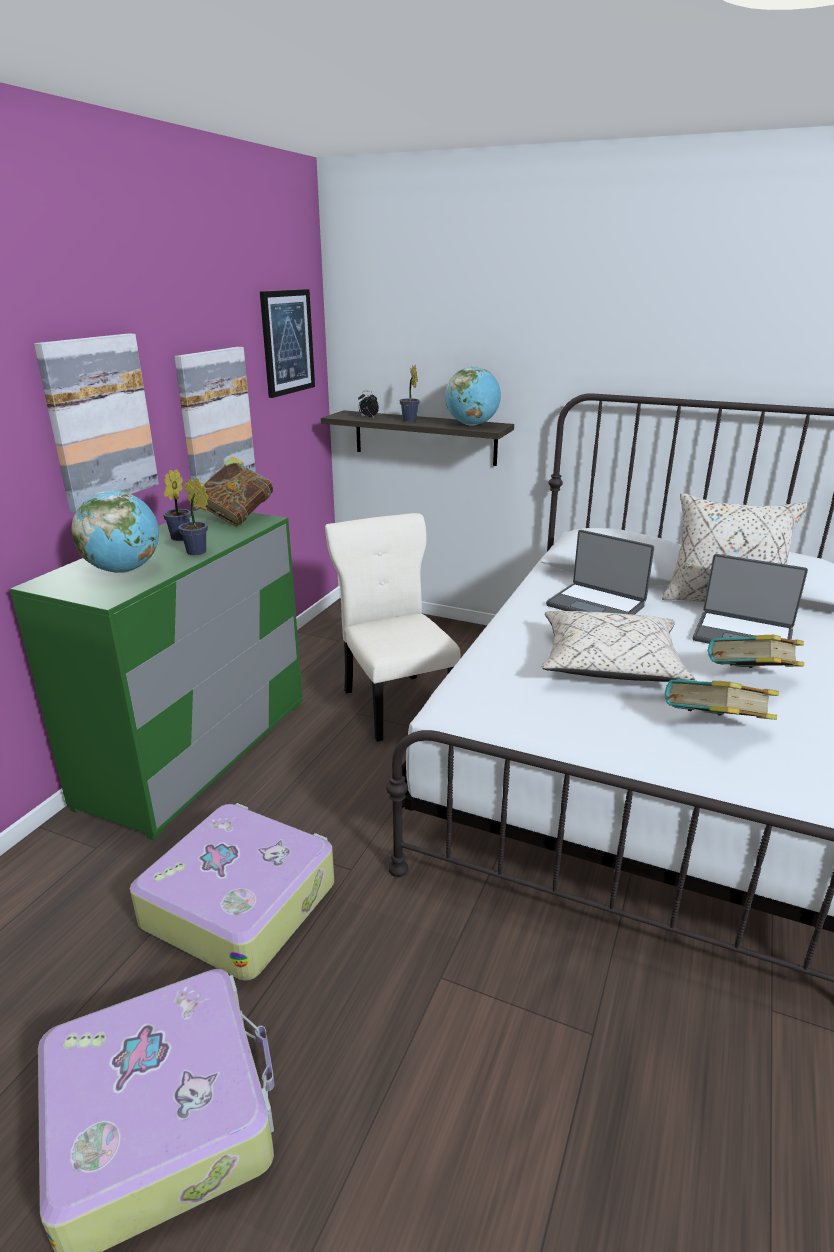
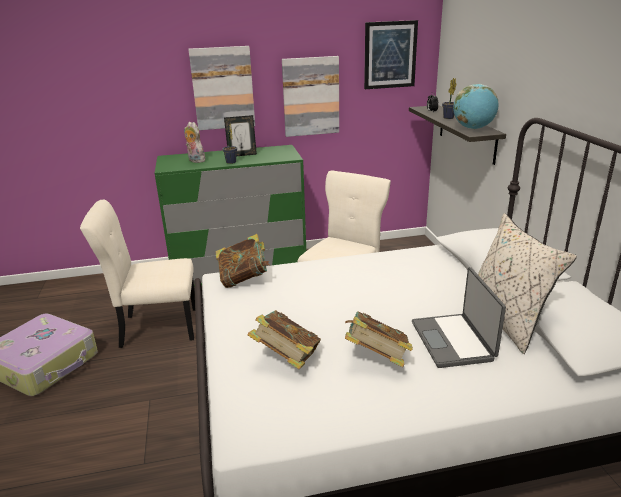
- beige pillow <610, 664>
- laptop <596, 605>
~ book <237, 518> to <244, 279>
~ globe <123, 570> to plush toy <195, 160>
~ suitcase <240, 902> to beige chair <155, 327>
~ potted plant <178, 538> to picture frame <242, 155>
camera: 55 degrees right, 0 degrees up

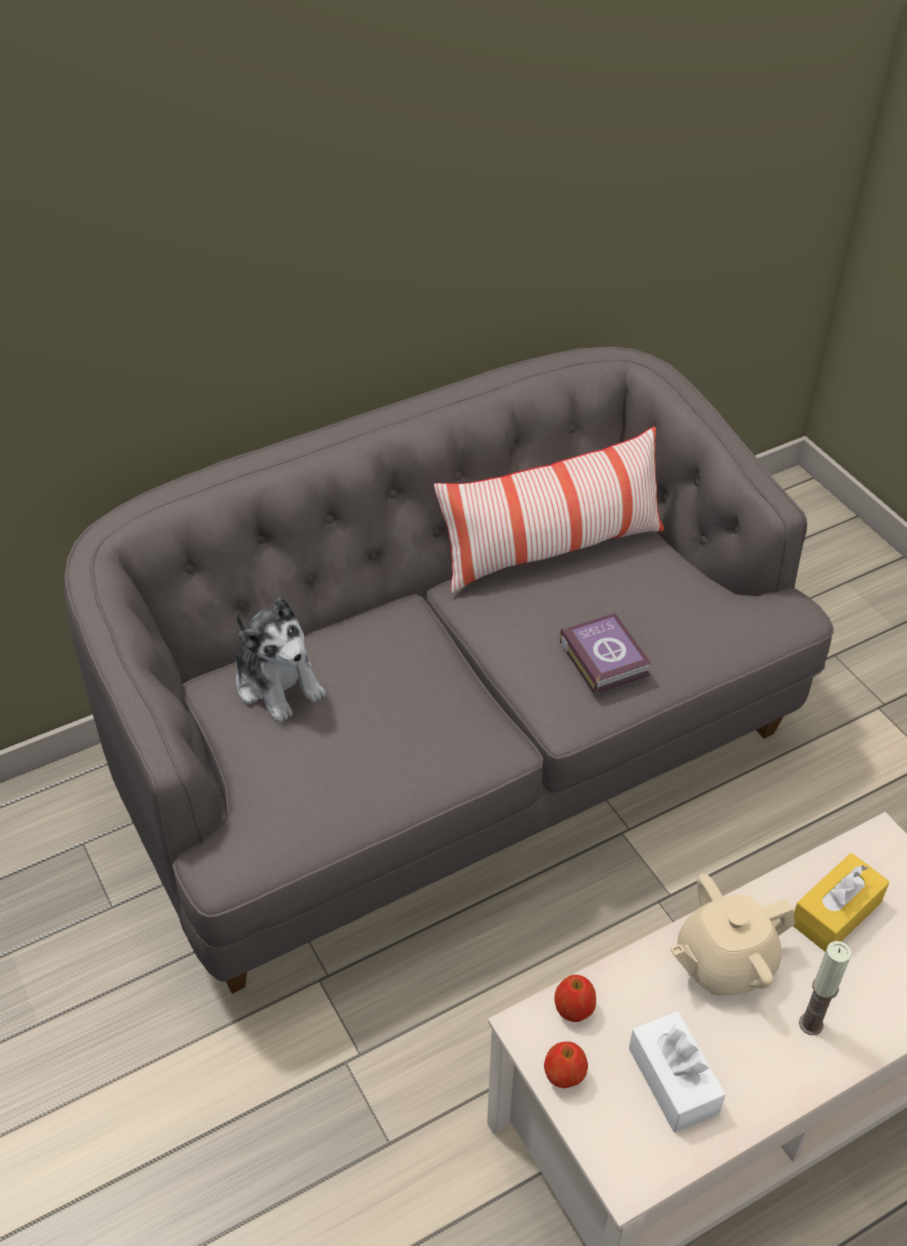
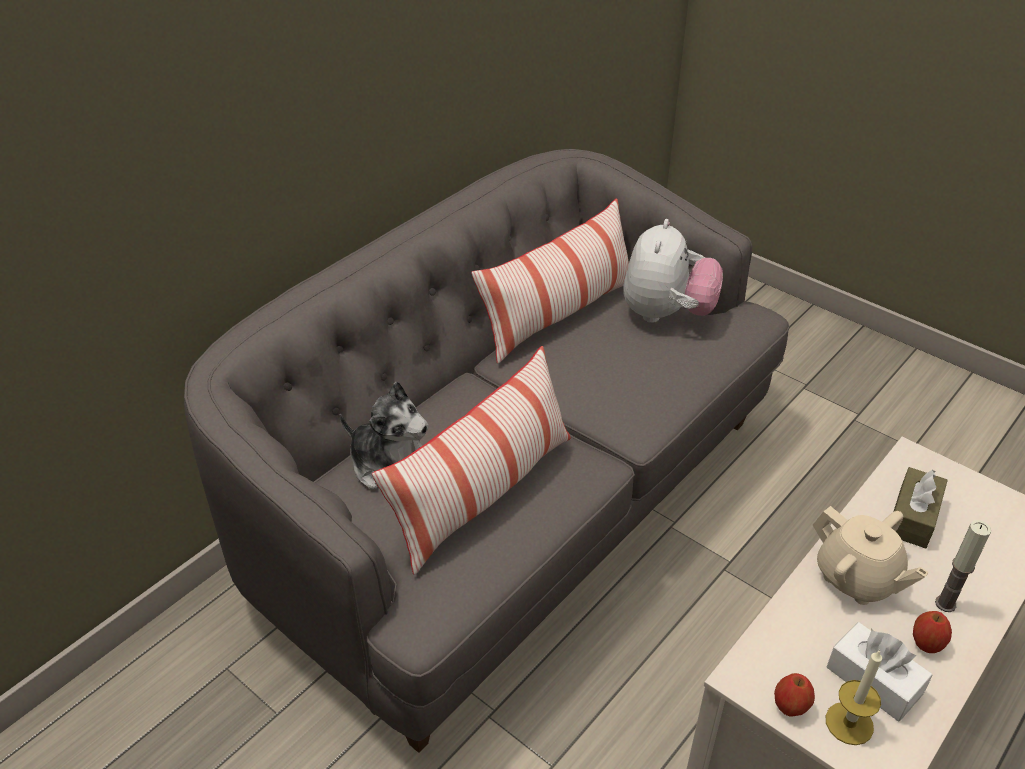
- book <604, 657>
+ pillow <483, 494>
+ plush toy <666, 314>
+ candle <849, 723>
~ apple <574, 1009> to <926, 644>
~ yellow tissue box <835, 913> to brown tissue box <913, 517>
~ beige teapot <724, 962> = <857, 578> 90 degrees counterclockwise
camera: 20 degrees left, 5 degrees down

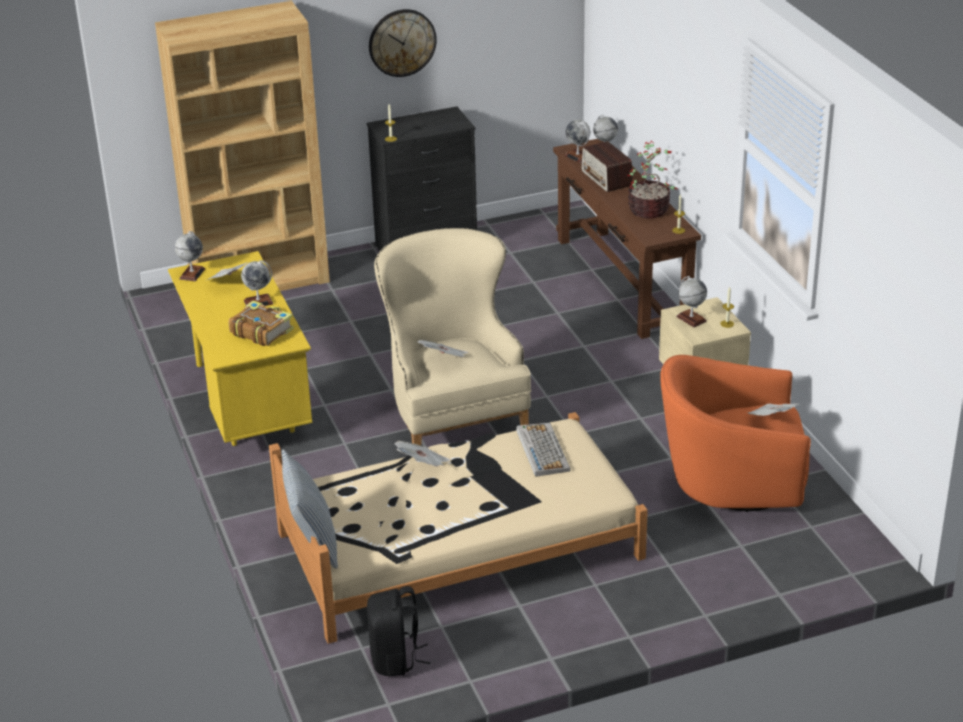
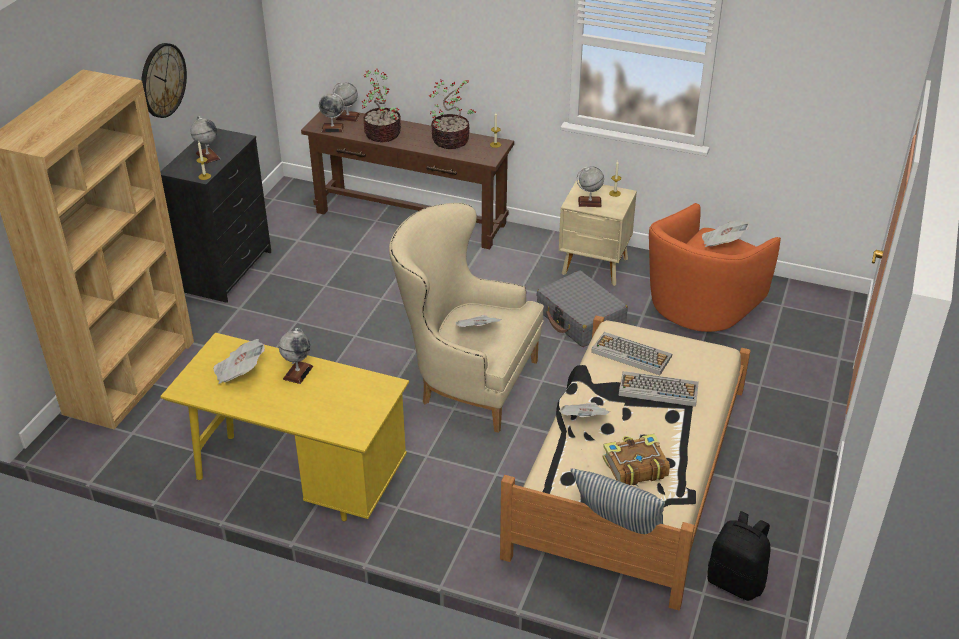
+ grey suitcase <580, 319>
+ keyboard <657, 390>
~ globe <192, 274> to <208, 156>
~ book <261, 331> to <634, 467>
~ radio <606, 178> to potted plant <382, 133>
camera: 50 degrees left, 5 degrees up

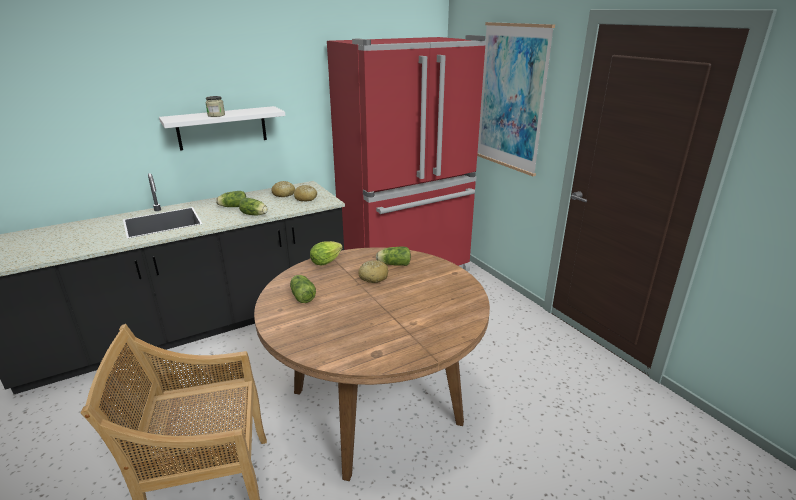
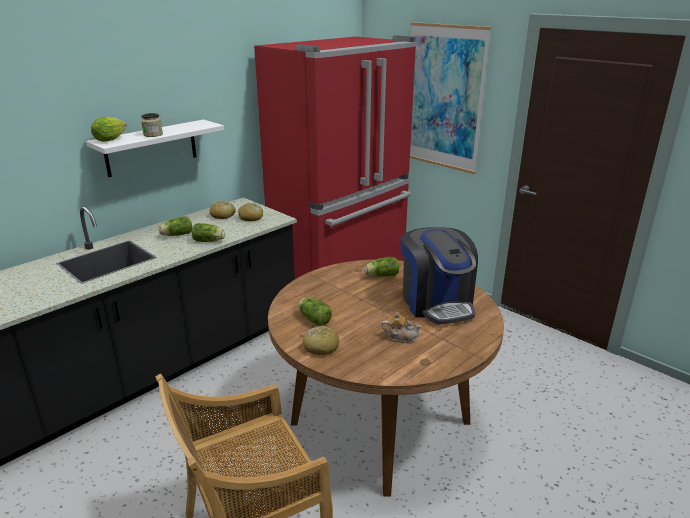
+ teapot <401, 337>
+ coffee machine <436, 303>
~ lettuce <327, 261> to <112, 139>
~ bread <373, 277> to <321, 346>
camera: 15 degrees left, 0 degrees up

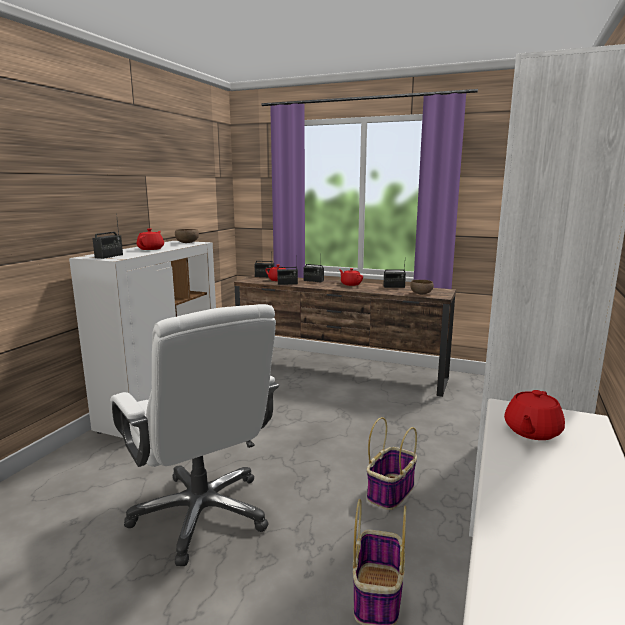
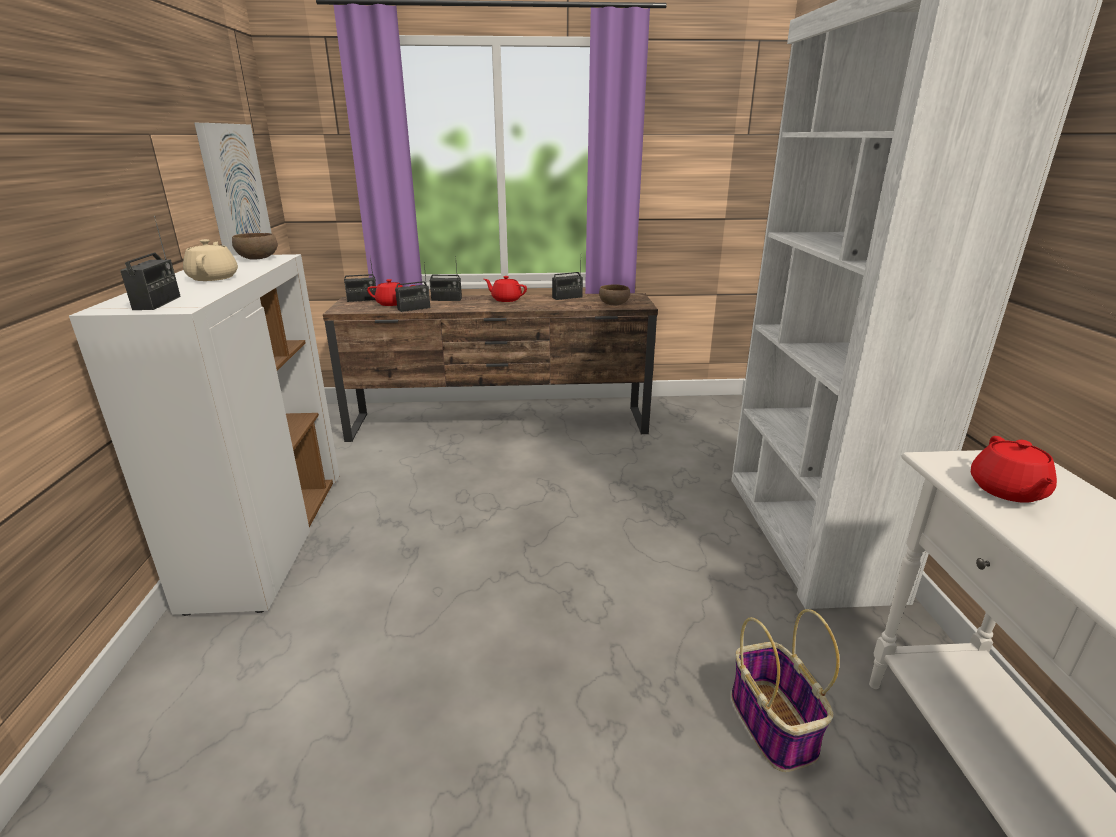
- white office chair <202, 513>
- basket <391, 491>
+ picture <235, 193>
~ red teapot <151, 249> to beige teapot <214, 278>
camera: 25 degrees left, 10 degrees up

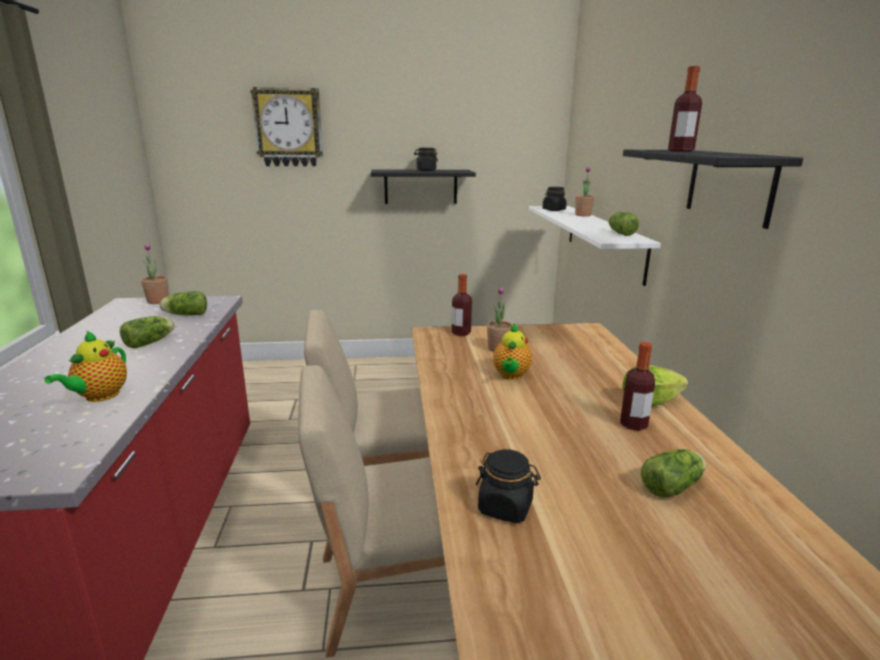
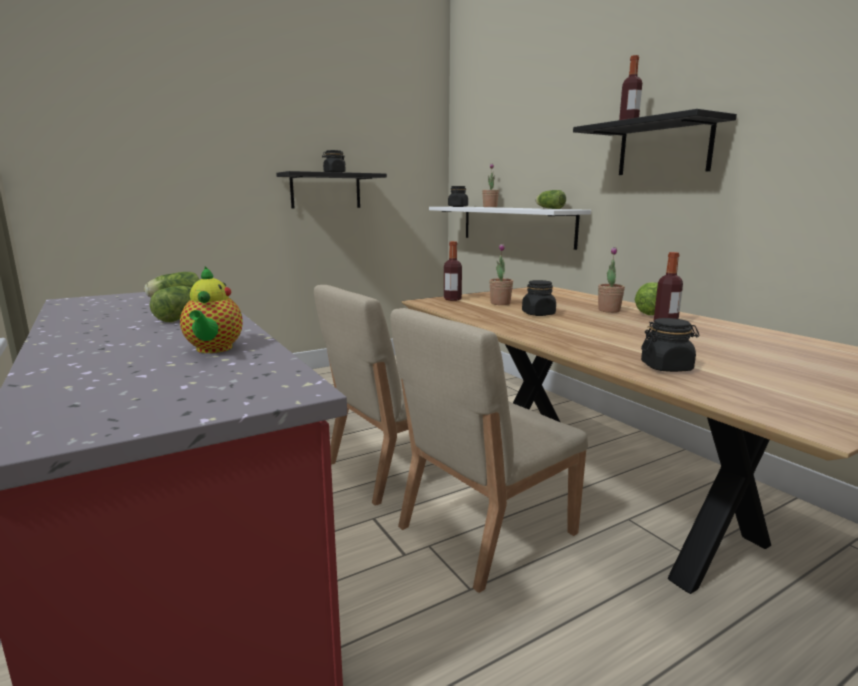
- wall clock <288, 127>
- lettuce <673, 486>
~ potted plant <158, 301> to <609, 310>
~ teapot <511, 376> to black jar <538, 314>
camera: 25 degrees left, 5 degrees down

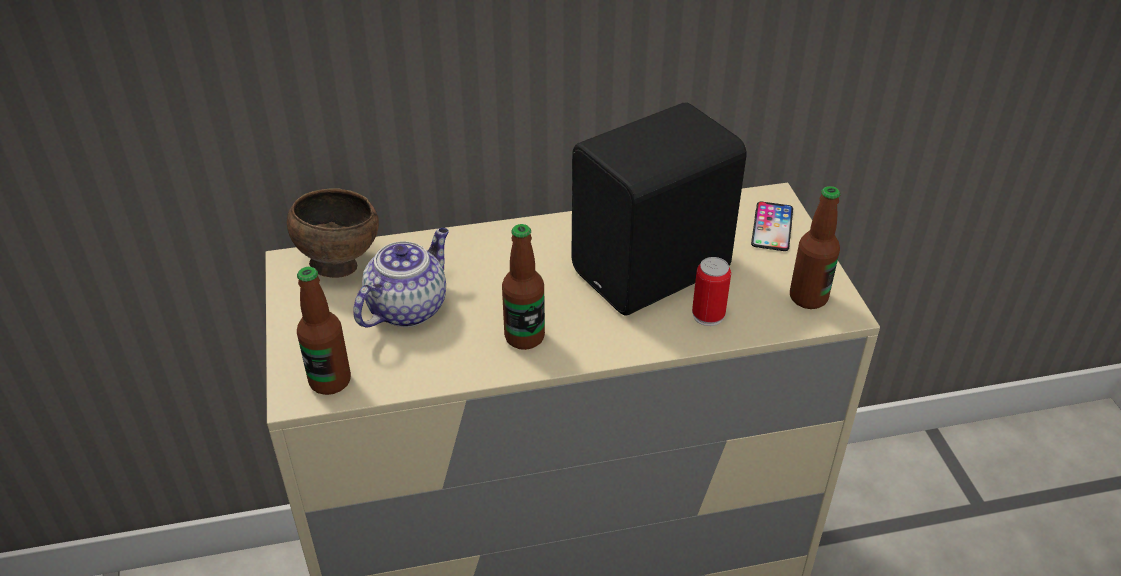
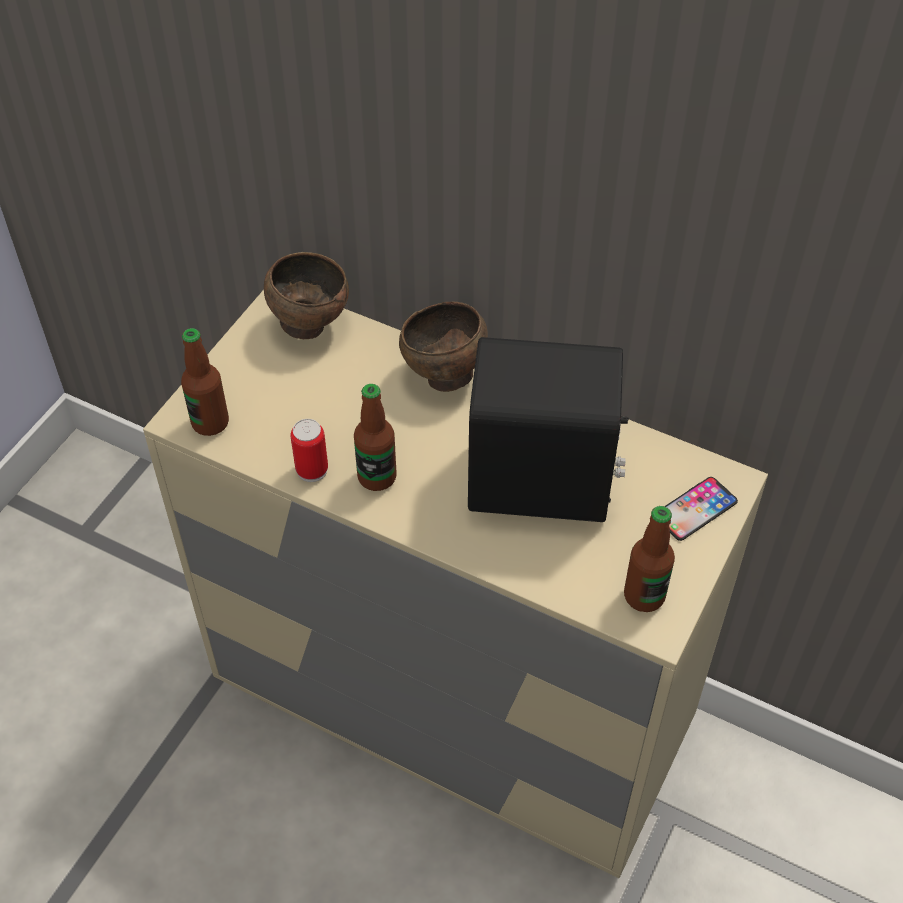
- teapot <408, 307>
+ brown bowl <443, 377>
~ can <708, 315> to <312, 469>
camera: 40 degrees right, 10 degrees up

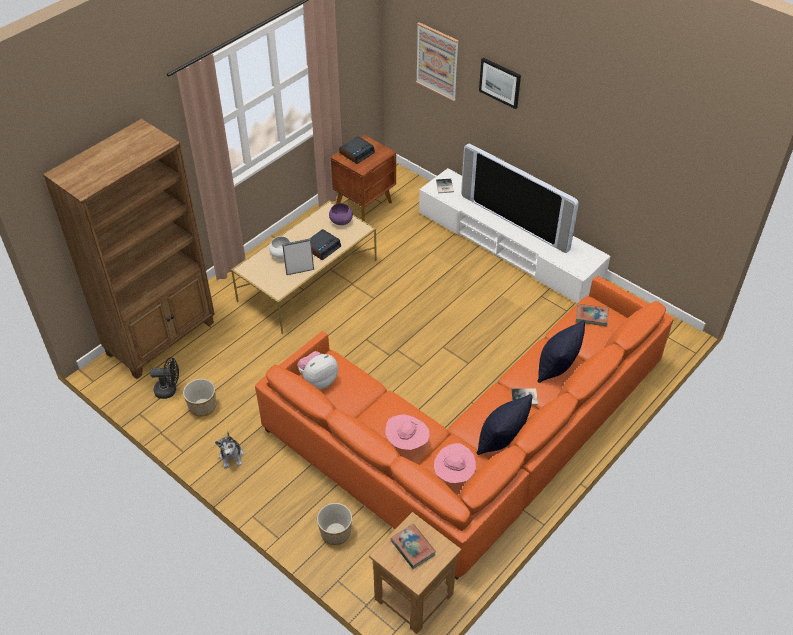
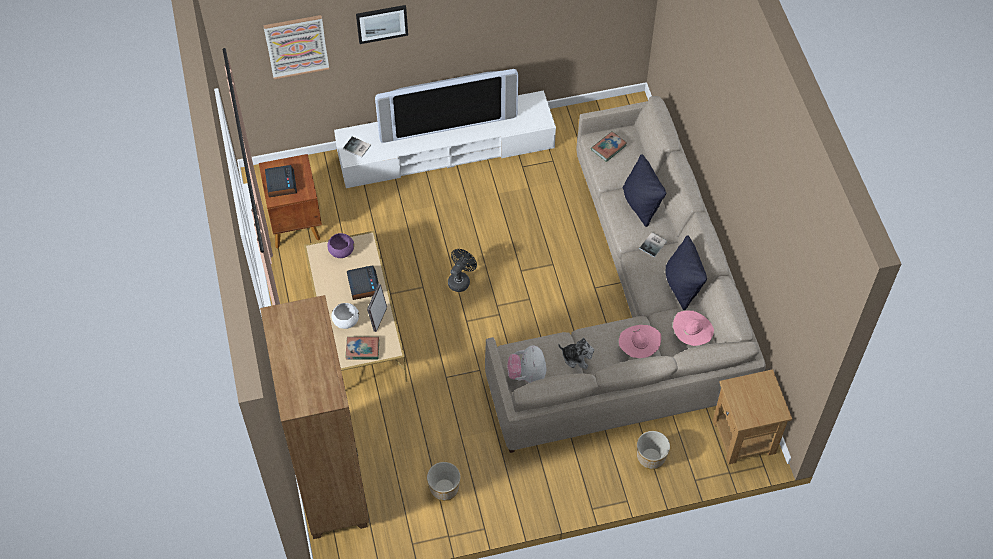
~ black fan <169, 390> to <460, 280>
~ plush toy <231, 456> to <576, 358>
~ book <412, 548> to <362, 349>
~ orange sofa <473, 441> to beige sofa <633, 311>
camera: 55 degrees left, 10 degrees up

